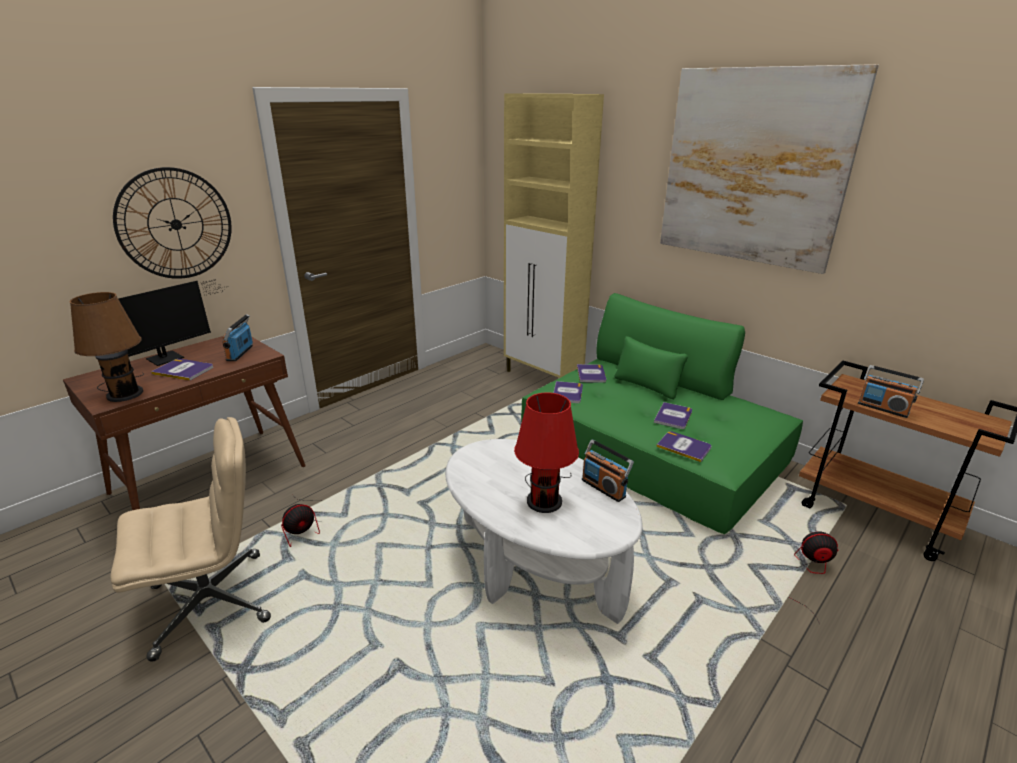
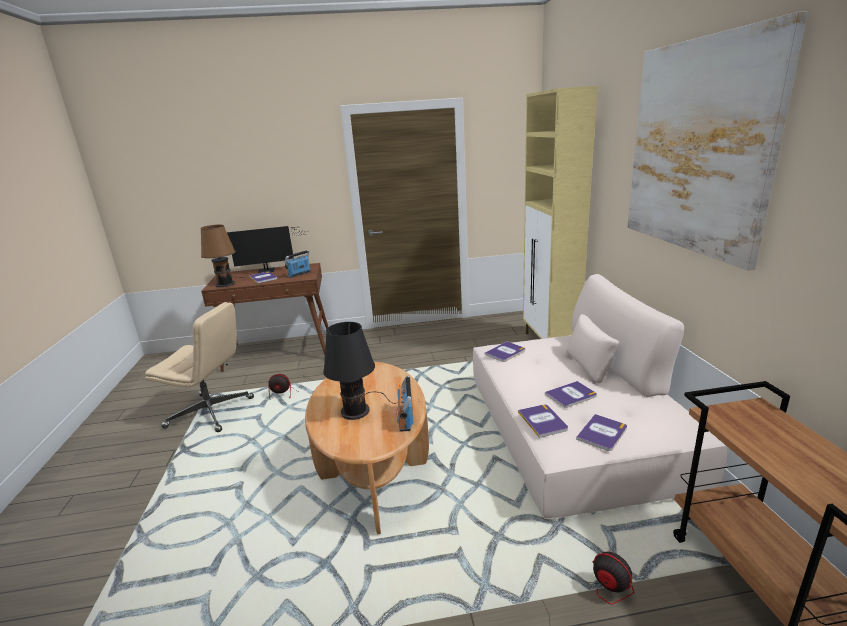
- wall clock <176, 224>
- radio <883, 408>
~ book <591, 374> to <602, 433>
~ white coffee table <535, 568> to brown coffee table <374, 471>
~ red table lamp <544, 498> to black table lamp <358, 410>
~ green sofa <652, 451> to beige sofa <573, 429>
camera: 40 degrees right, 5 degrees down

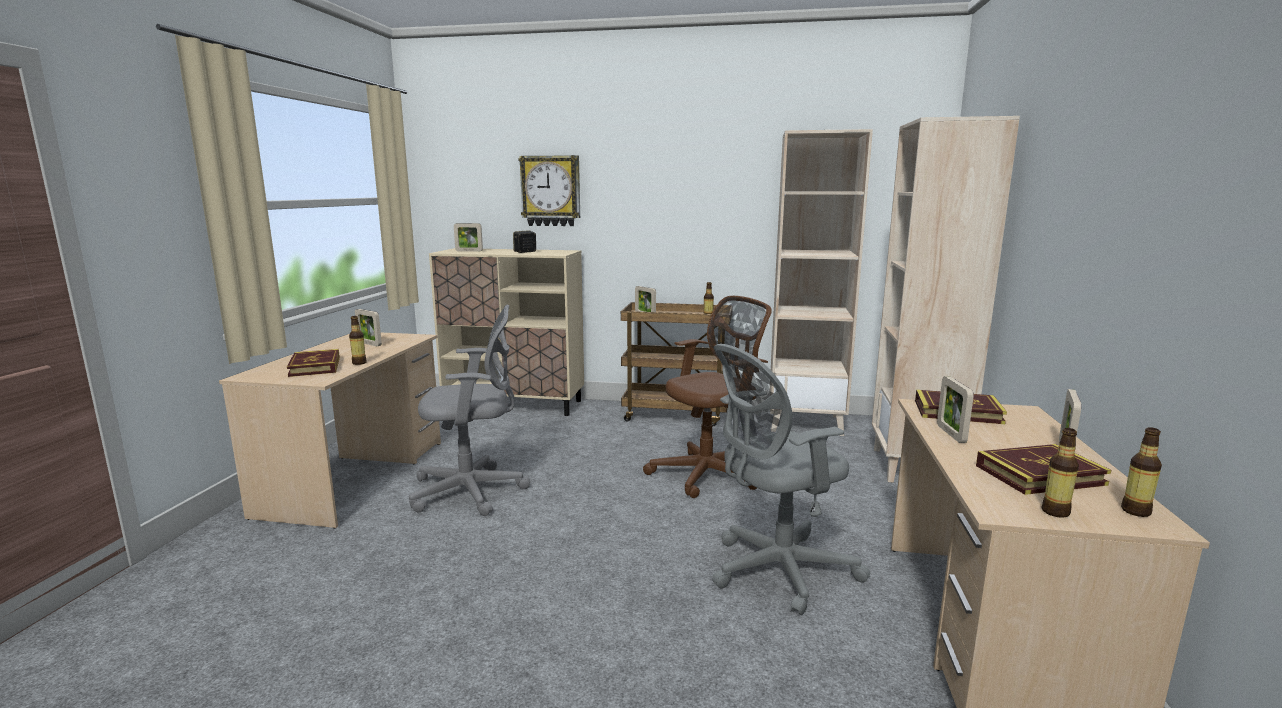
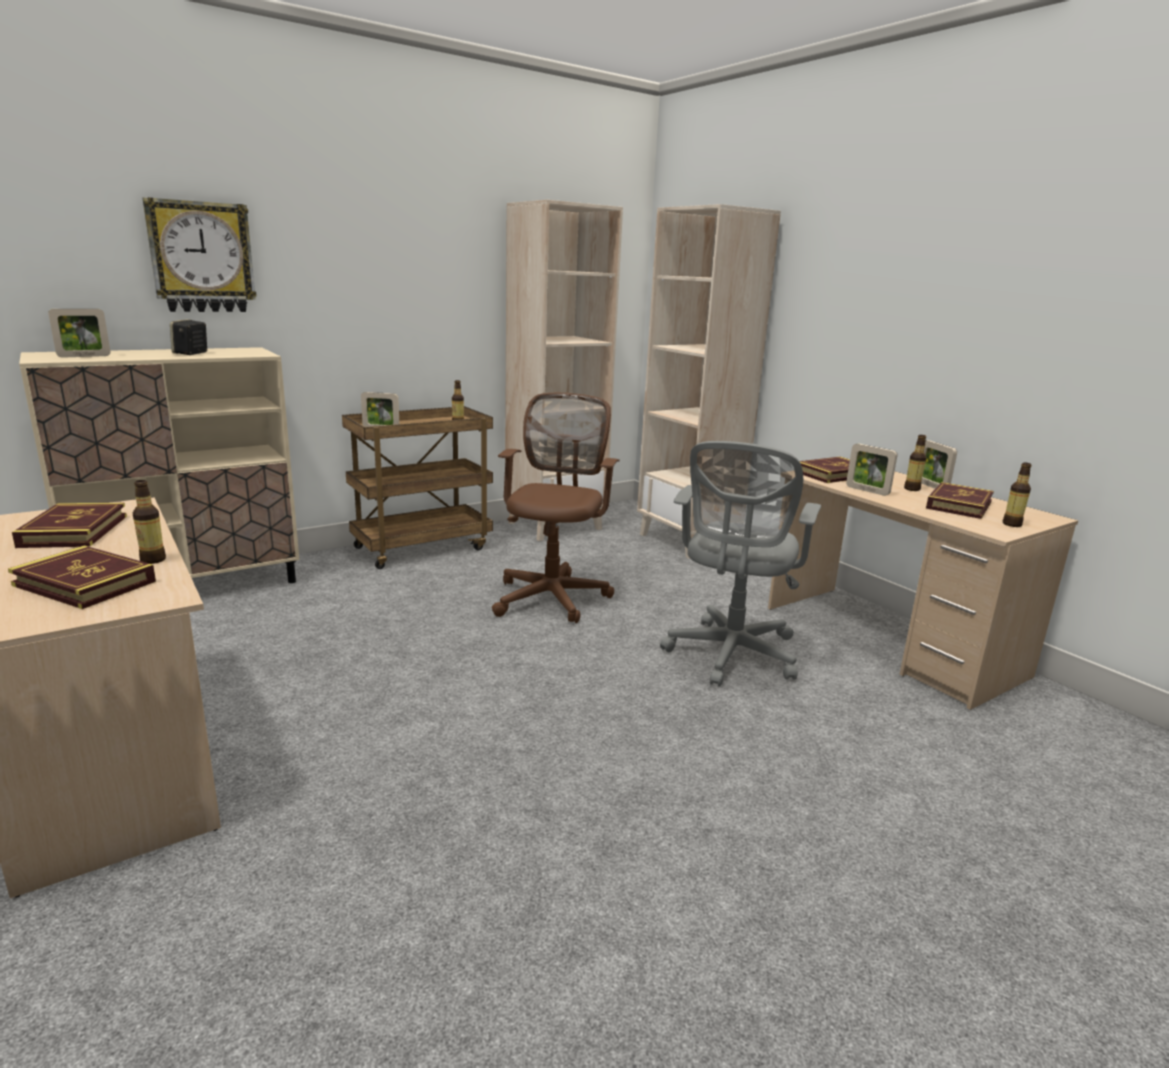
- grey office chair <473, 491>
~ bottle <1135, 511> to <911, 489>
~ picture frame <369, 344> to book <74, 531>
camera: 45 degrees left, 5 degrees up

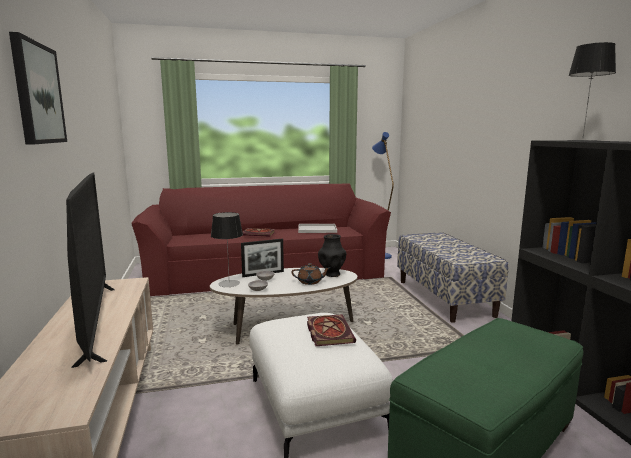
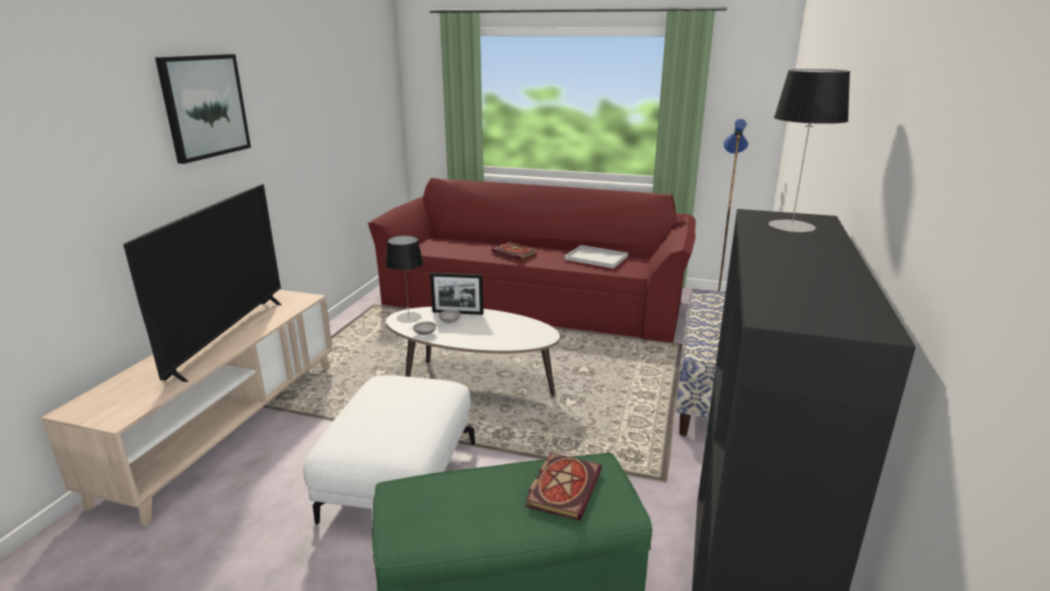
- brown teapot <310, 282>
- black vase <332, 274>
~ book <328, 331> to <563, 486>
camera: 30 degrees right, 10 degrees up

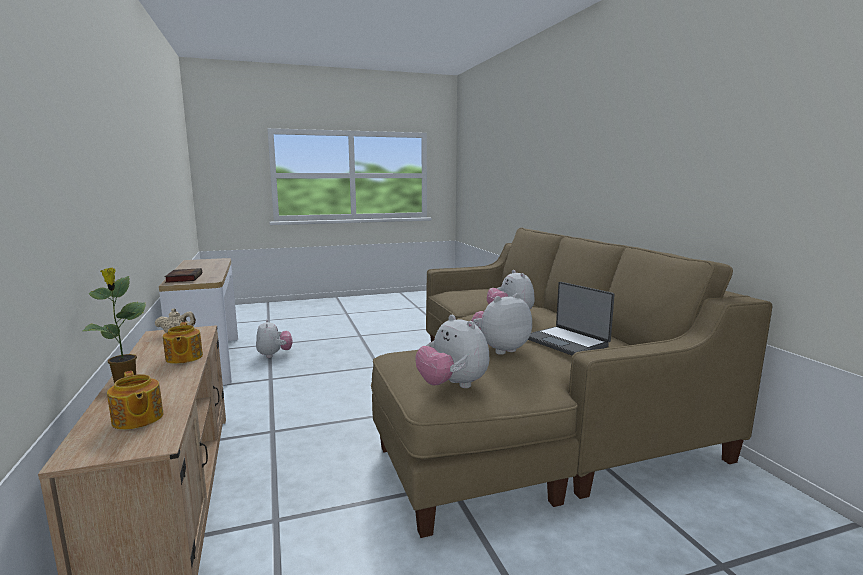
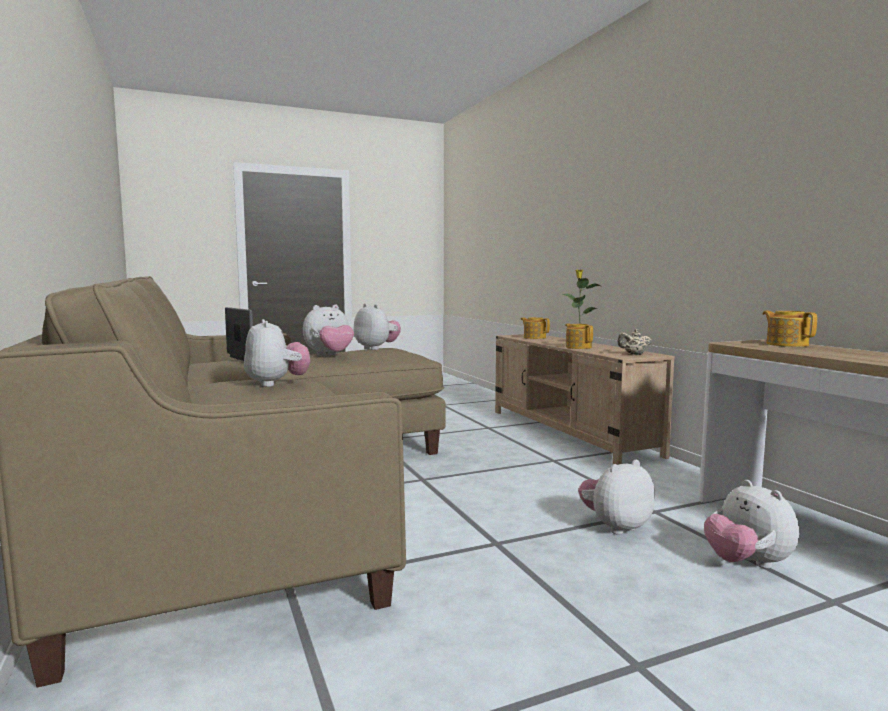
+ plush toy <615, 526>
~ book <184, 278> to teapot <786, 344>
camera: 175 degrees right, 5 degrees down

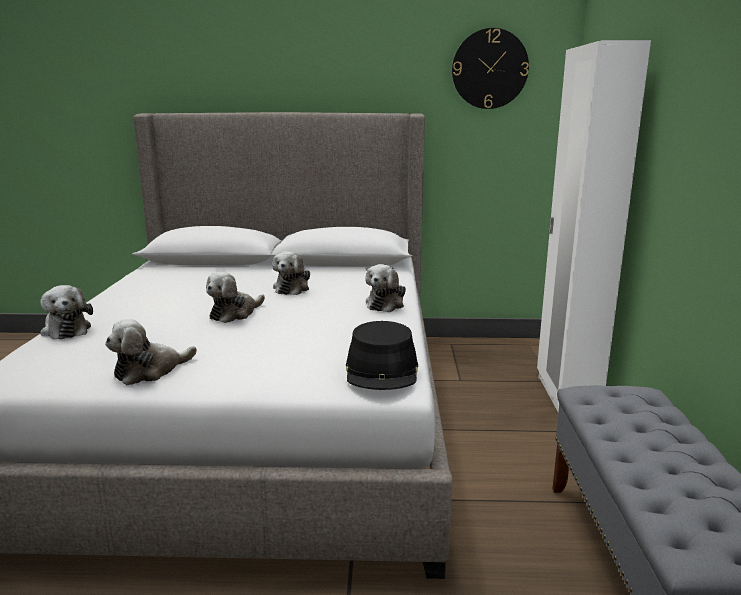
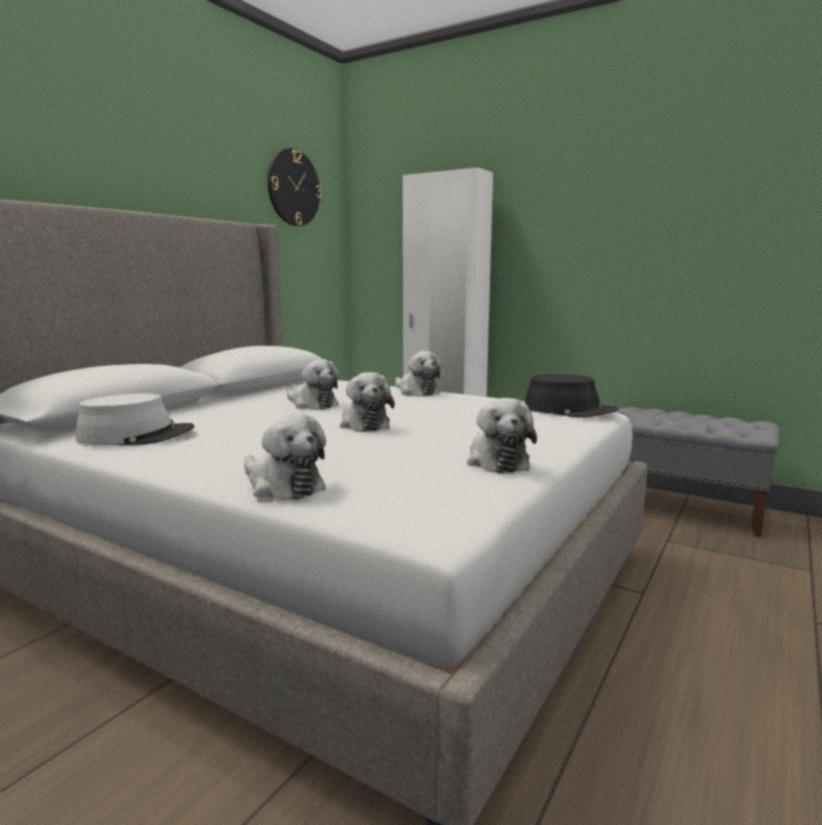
+ grey hat <136, 435>
~ plush toy <66, 329> = <283, 486> 45 degrees clockwise
camera: 60 degrees left, 5 degrees down

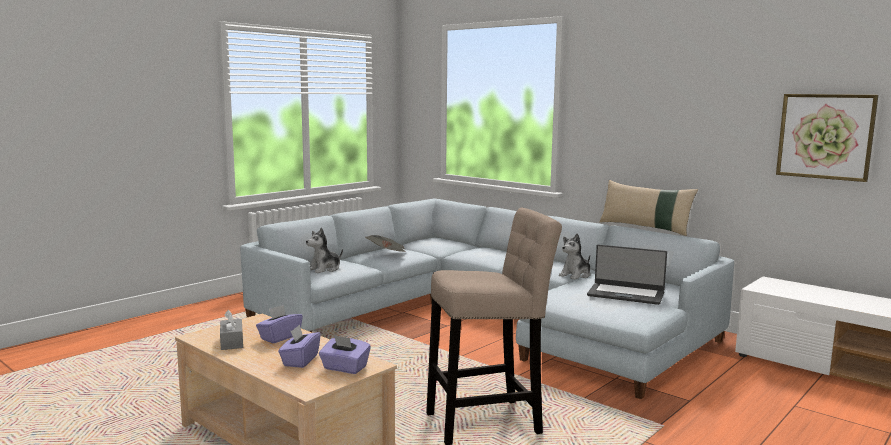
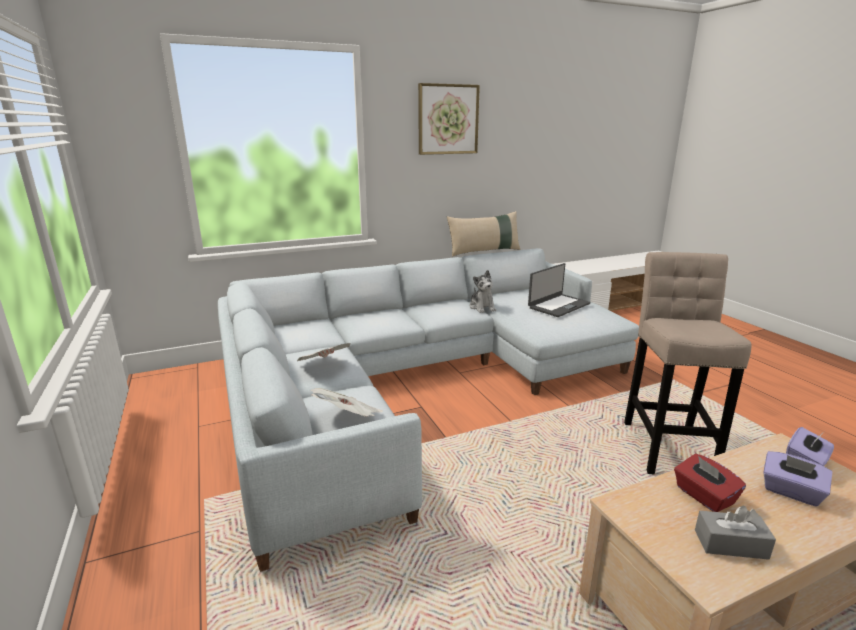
~ picture <825, 136> to <448, 119>
~ plush toy <324, 269> to newspaper <348, 418>
~ purple tissue box <279, 337> to red tissue box <703, 496>
camera: 65 degrees left, 10 degrees up

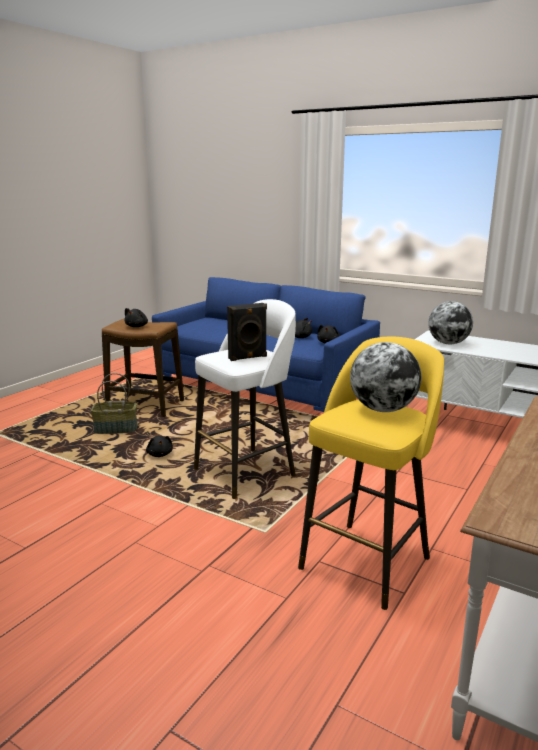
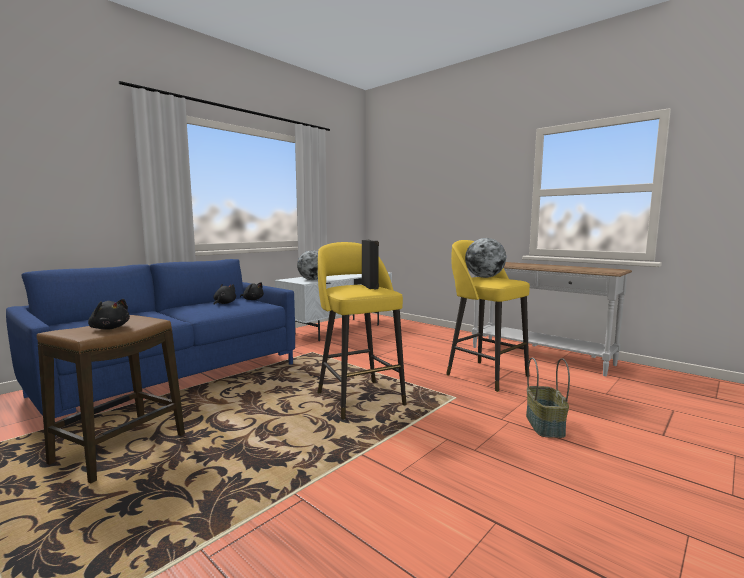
- black plush toy <160, 454>
~ basket <115, 430> to <545, 425>
~ white stool <247, 472> to yellow stool <359, 398>
camera: 80 degrees left, 10 degrees down

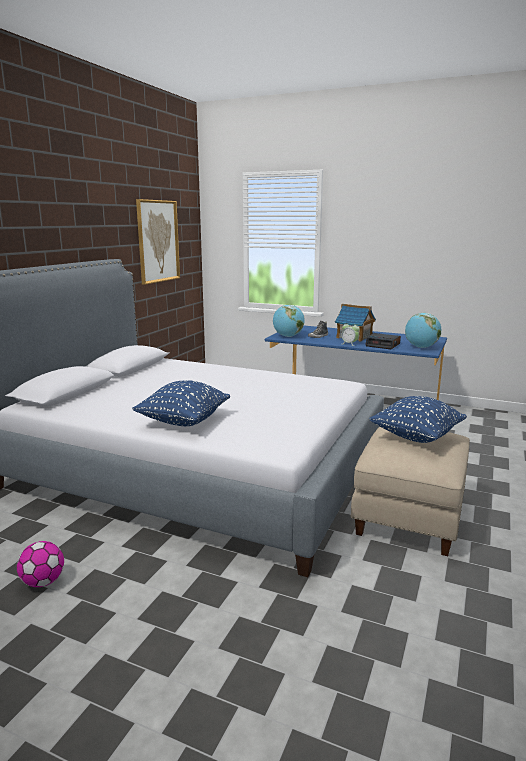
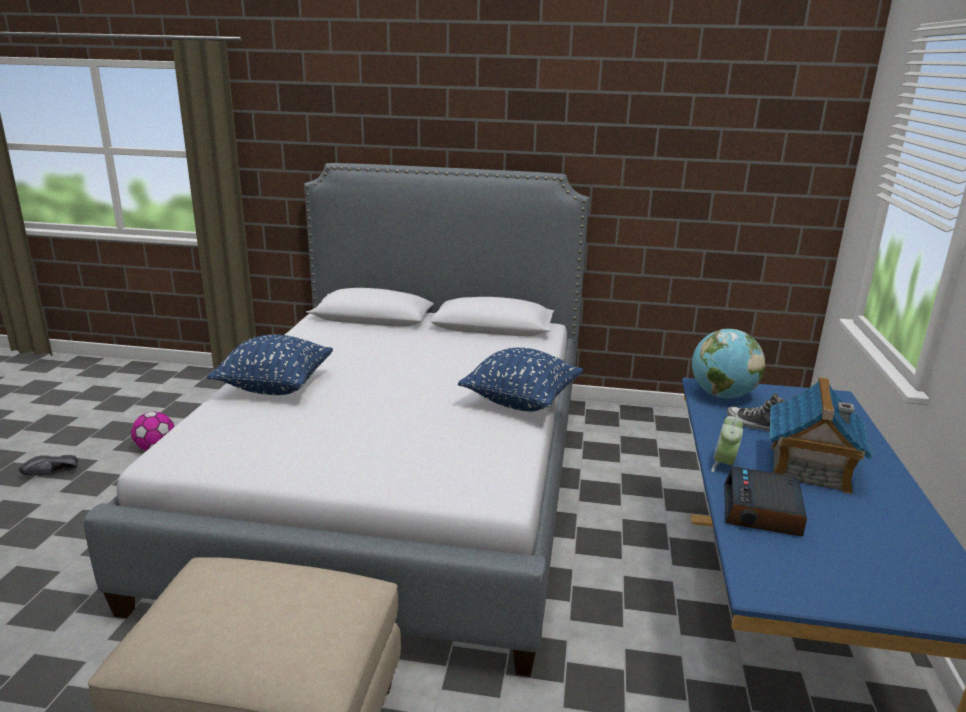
- picture <158, 241>
- globe <421, 347>
+ black shoe <52, 475>
~ blue pillow <416, 436> to <521, 401>
camera: 75 degrees right, 5 degrees up

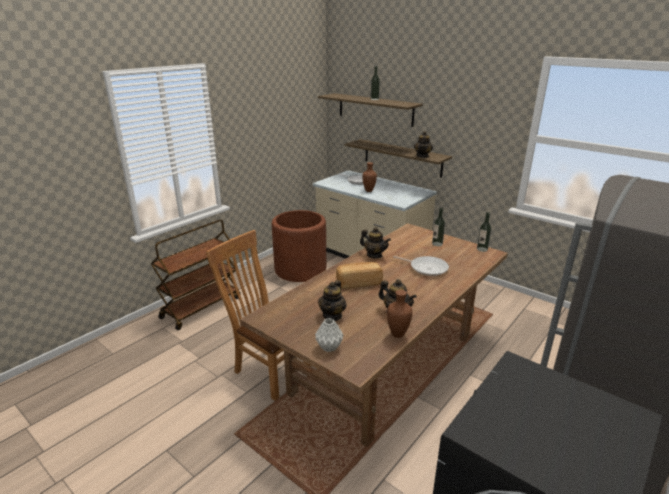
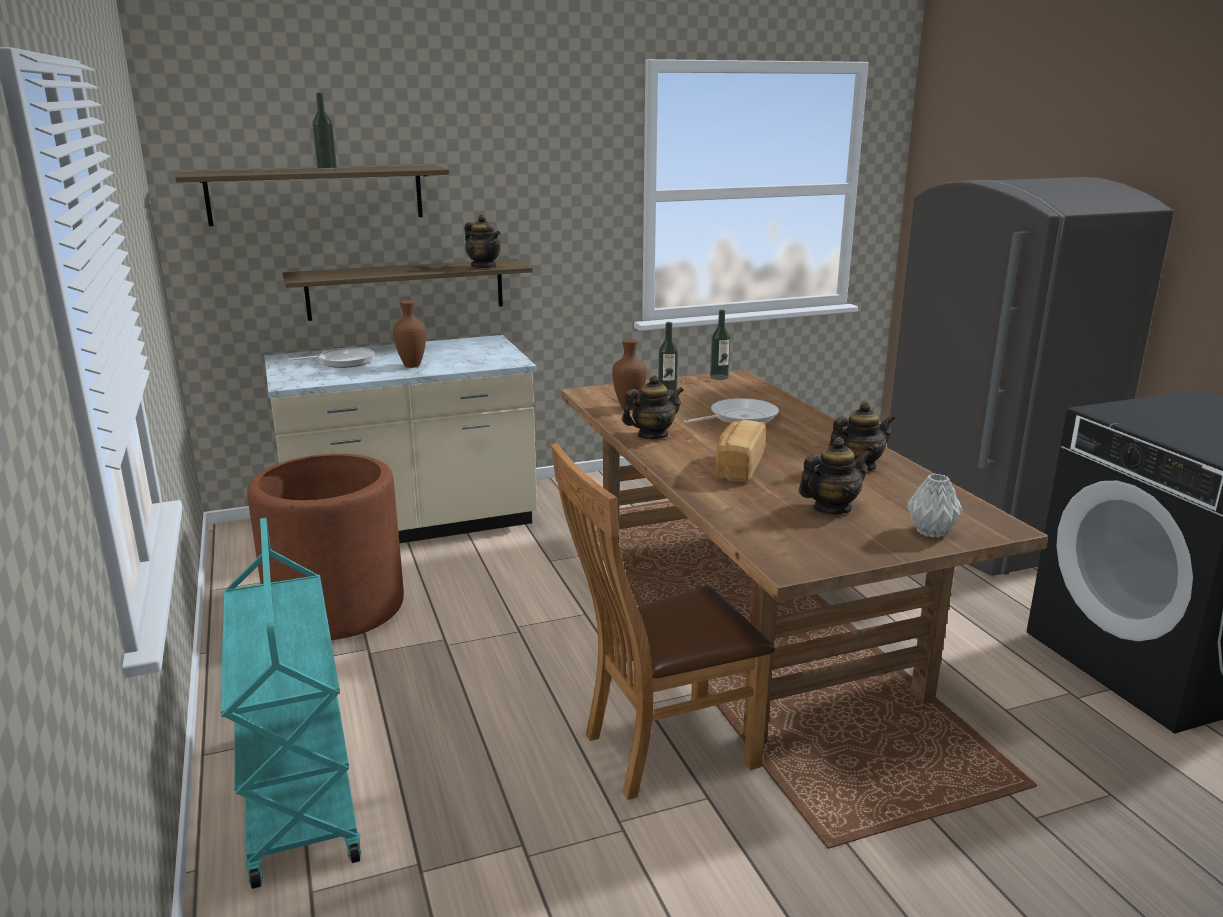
~ brown vase <398, 335> to <630, 407>
~ brown cart <201, 307> to turquoise cart <297, 793>
~ teapot <332, 315> = <831, 508> 75 degrees counterclockwise
camera: 60 degrees left, 5 degrees down

